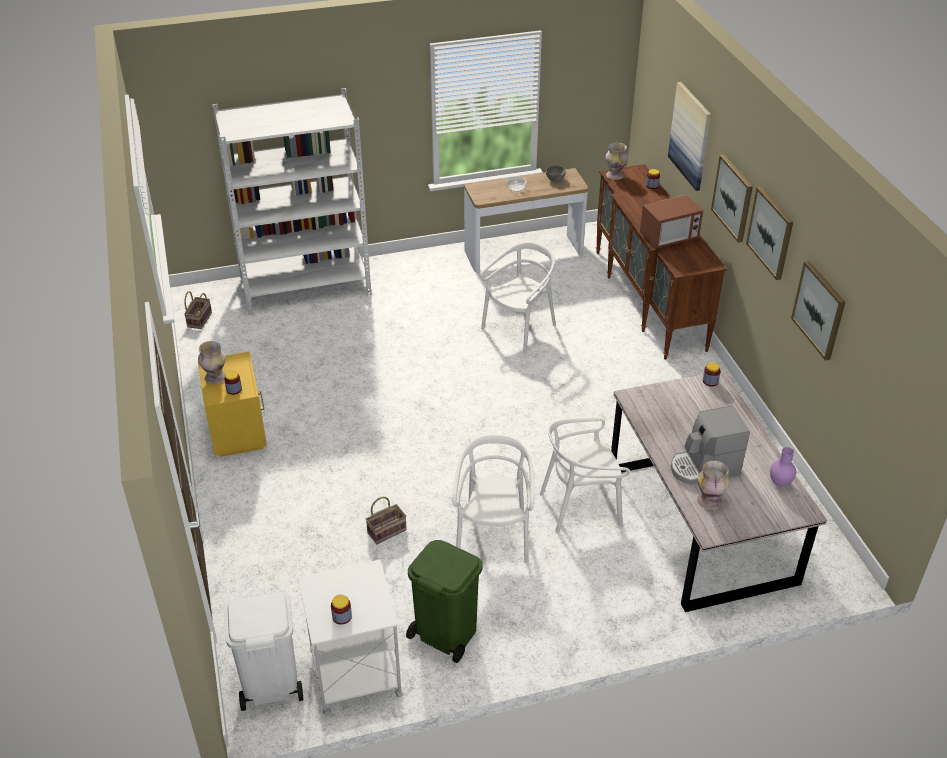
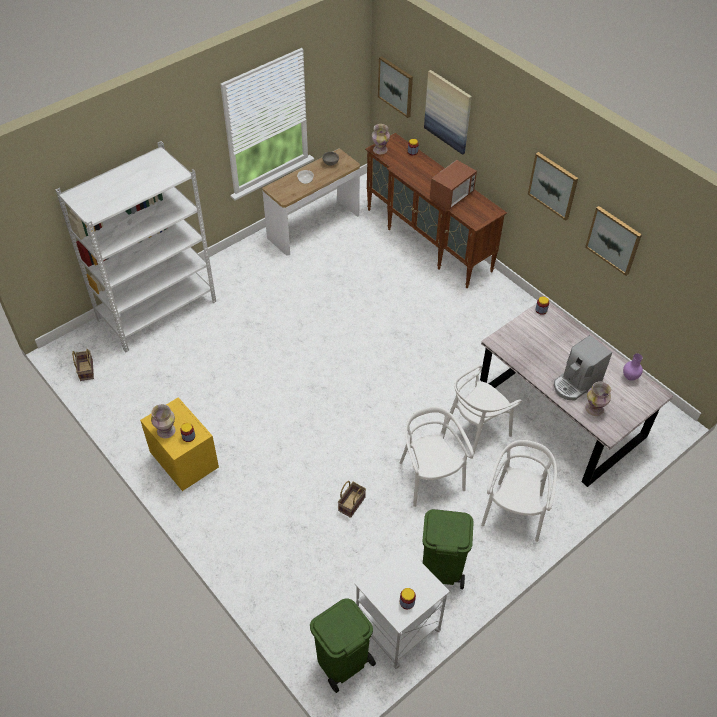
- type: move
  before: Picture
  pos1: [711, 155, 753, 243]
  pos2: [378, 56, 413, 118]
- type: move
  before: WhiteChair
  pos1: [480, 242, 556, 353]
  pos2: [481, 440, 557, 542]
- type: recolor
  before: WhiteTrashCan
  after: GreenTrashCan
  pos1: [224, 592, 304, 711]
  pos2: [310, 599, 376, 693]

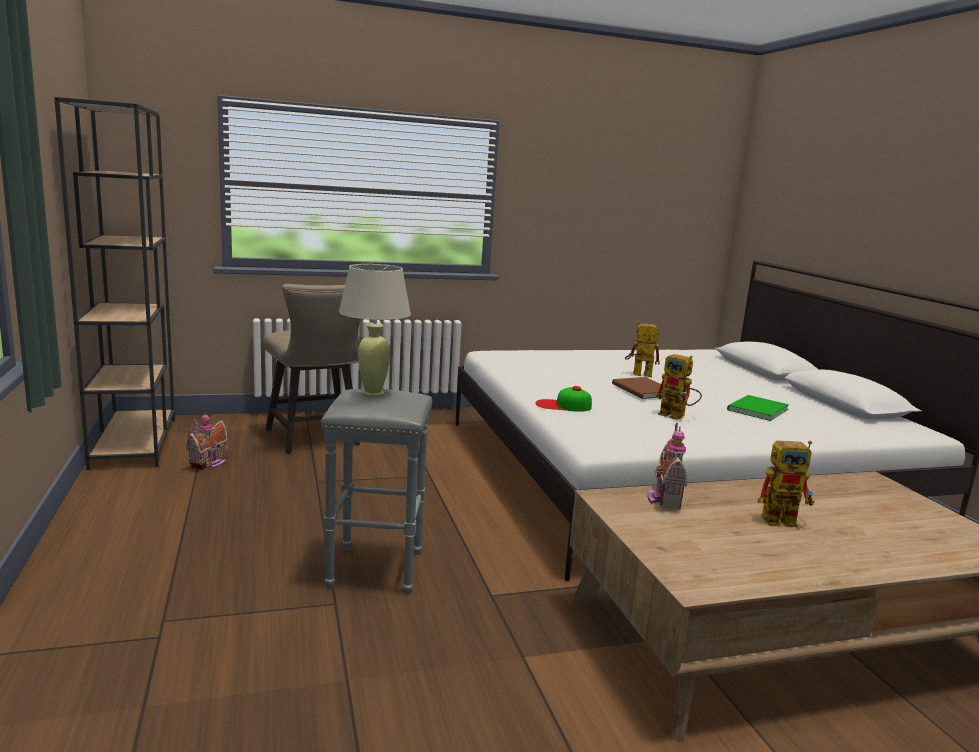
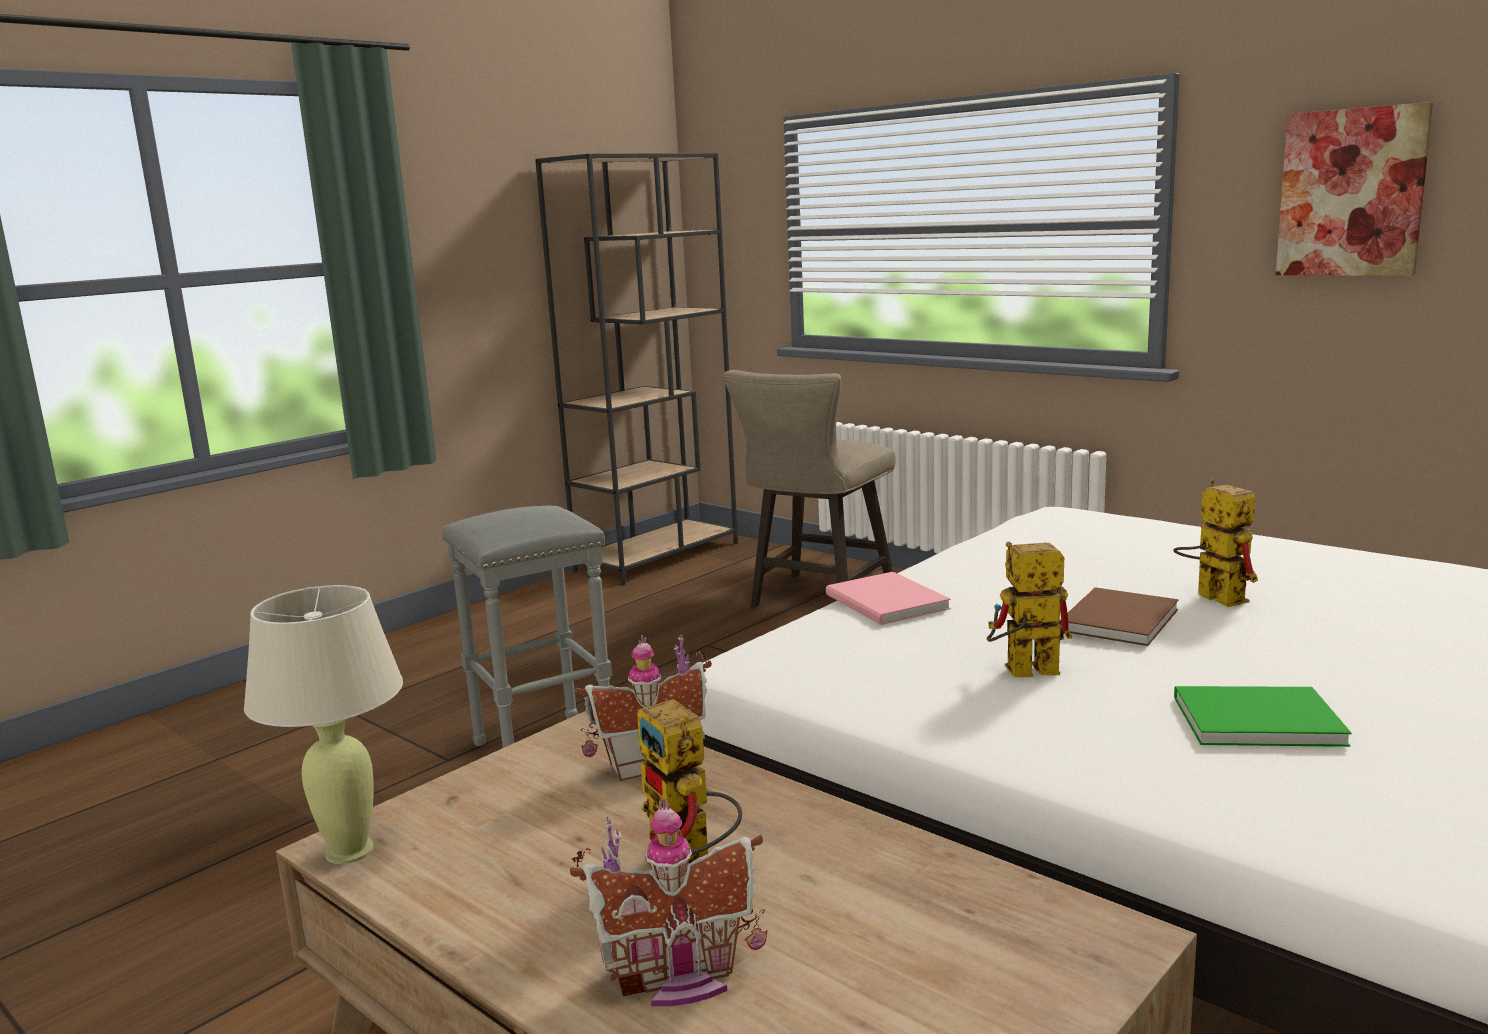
- type: move
  before: BeigeTableLamp
  pos1: [339, 264, 411, 396]
  pos2: [244, 585, 403, 864]
- type: rotate
  before: ToyRobot
  pos1: [655, 354, 702, 420]
  pos2: [987, 541, 1072, 677]
  turn: 75
- type: replace
  before: Cap
  after: PinkBook
  pos1: [535, 386, 592, 412]
  pos2: [826, 572, 951, 625]
- type: move
  before: ToyHouse
  pos1: [186, 412, 229, 470]
  pos2: [570, 798, 769, 1006]
- type: insert
  after: Picture
  pos2: [1276, 102, 1433, 276]

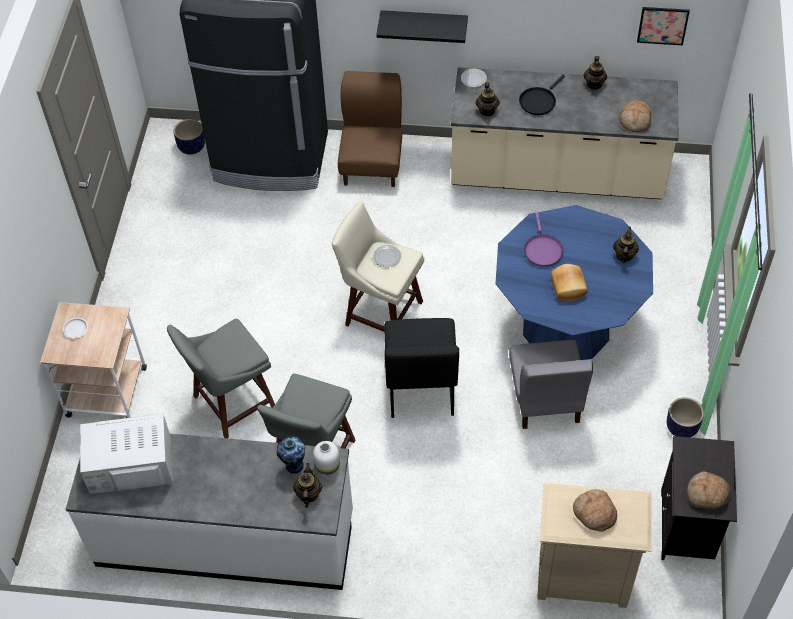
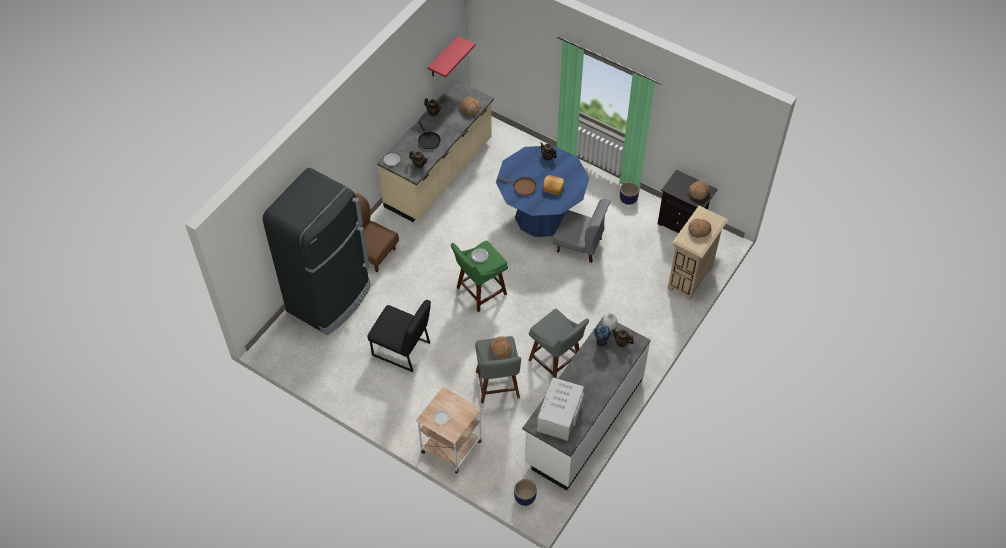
- type: replace
  before: Picture
  after: RedShelf
  pos1: [637, 7, 690, 45]
  pos2: [428, 36, 475, 77]
- type: delete
  before: BlackShelf
  pos1: [376, 10, 468, 43]
- type: move
  before: Planter
  pos1: [174, 119, 205, 155]
  pos2: [514, 479, 537, 506]
- type: recolor
  before: BeigeStool
  after: GreenStool
  pos1: [332, 202, 424, 332]
  pos2: [451, 240, 508, 312]
- type: recolor
  before: PurpleFryingPan
  after: BrownFryingPan
  pos1: [524, 212, 563, 267]
  pos2: [498, 177, 536, 195]
- type: move
  before: BlackChair
  pos1: [384, 318, 459, 418]
  pos2: [367, 300, 431, 372]
- type: insert
  after: Bread
  pos2: [489, 336, 512, 359]

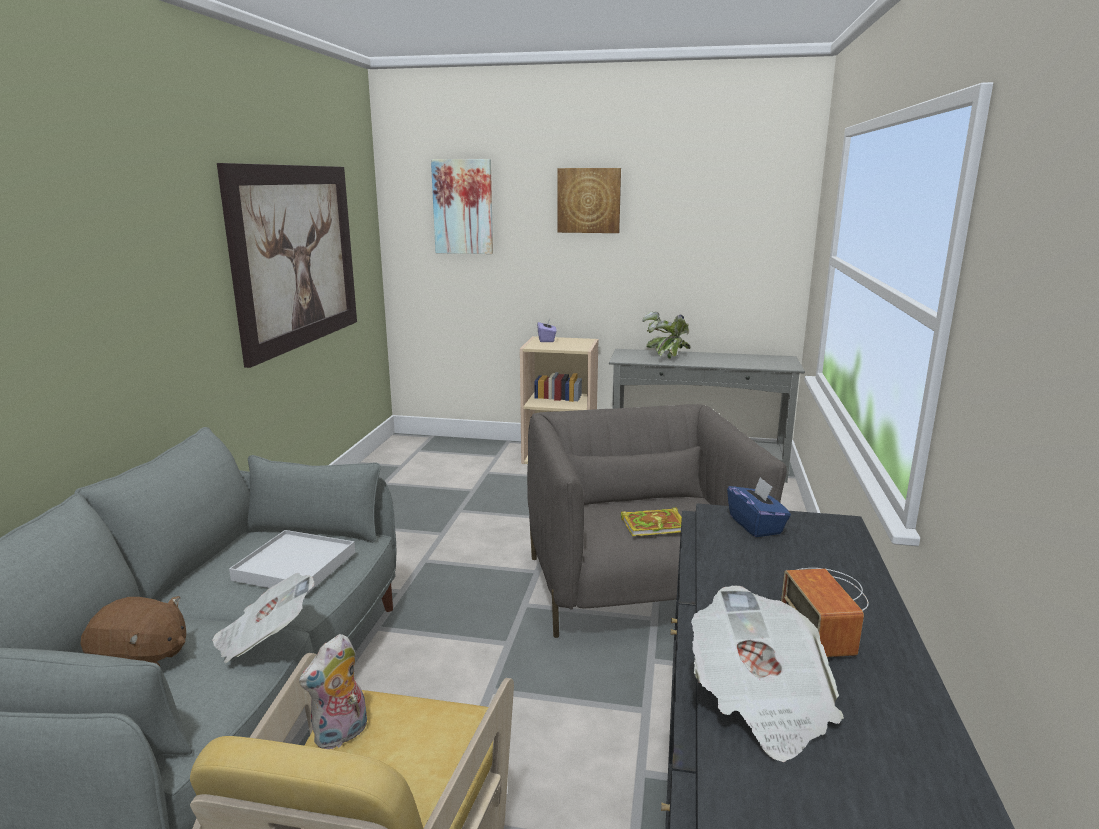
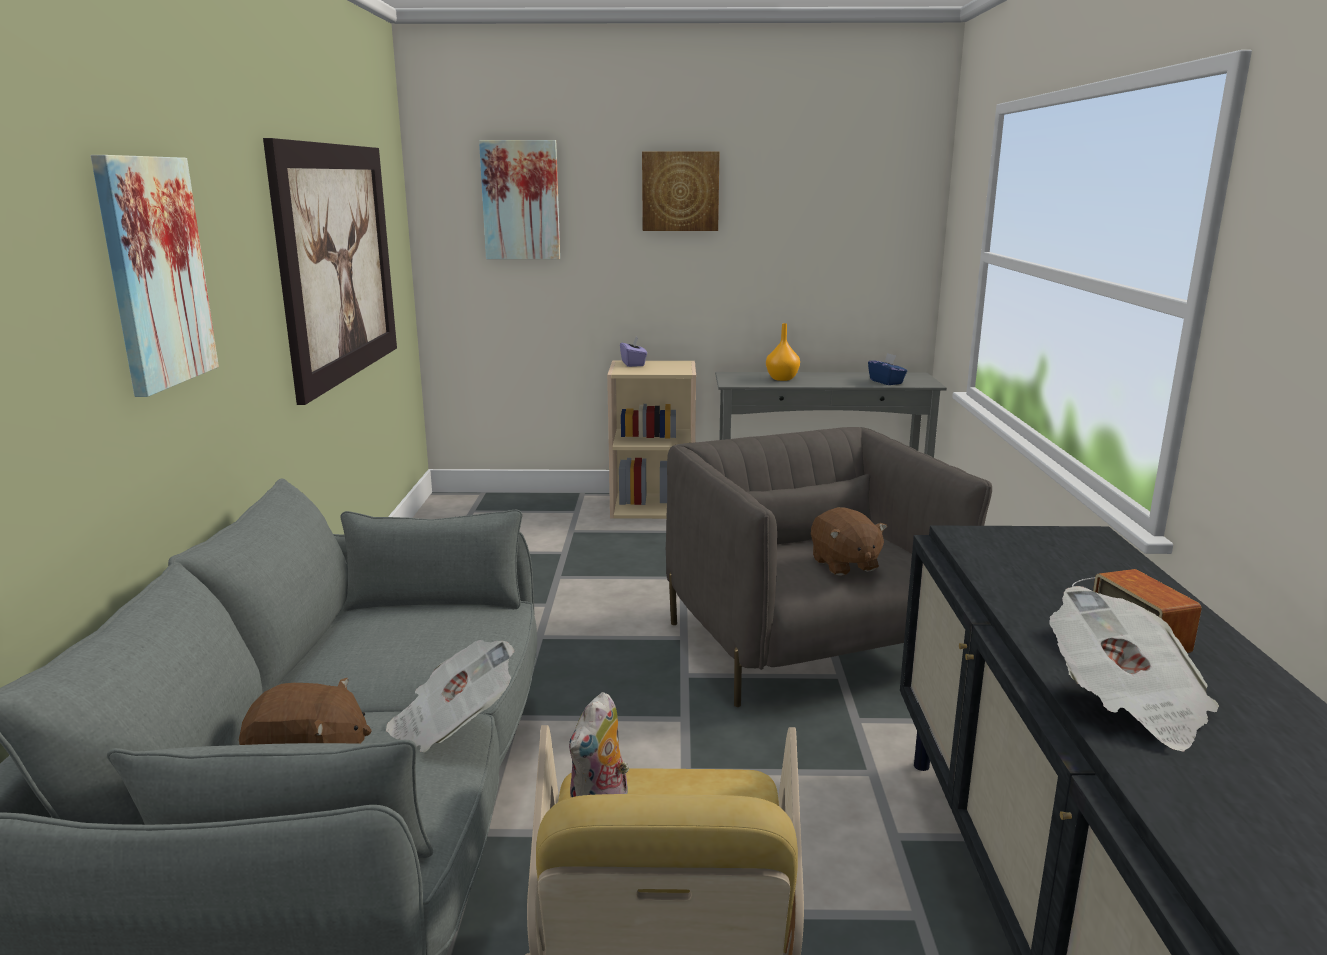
- type: replace
  before: PottedPlant
  after: OrangeVase
  pos1: [642, 312, 690, 359]
  pos2: [766, 323, 800, 381]
- type: move
  before: BlueTissueBox
  pos1: [727, 477, 791, 537]
  pos2: [868, 353, 907, 385]
- type: replace
  before: Book
  after: BrownPlushToy
  pos1: [621, 507, 682, 536]
  pos2: [811, 507, 887, 576]
- type: delete
  before: WhiteTray
  pos1: [229, 530, 355, 595]
- type: insert
  after: Picture
  pos2: [91, 155, 219, 397]

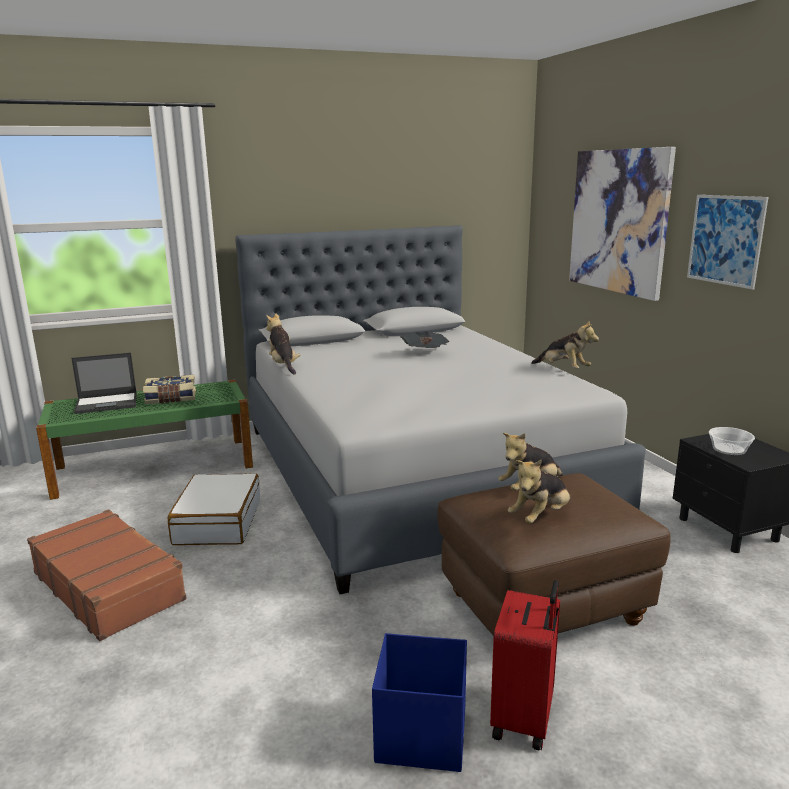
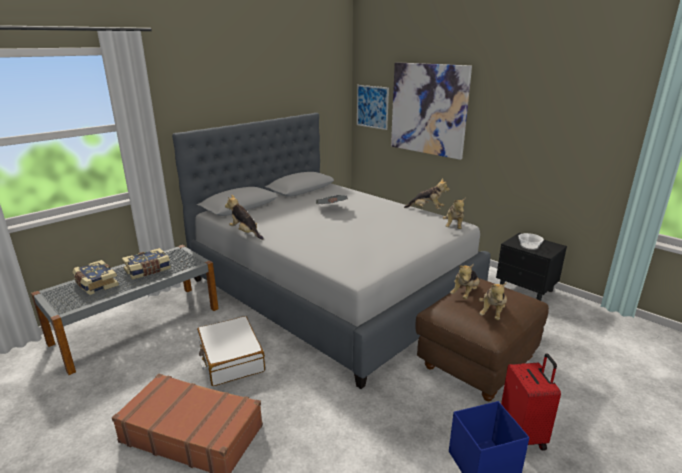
- type: move
  before: Picture
  pos1: [687, 195, 768, 290]
  pos2: [357, 85, 389, 130]
- type: replace
  before: Laptop
  after: Book
  pos1: [71, 353, 137, 414]
  pos2: [72, 260, 119, 295]
- type: recolor
  before: GreenBench
  after: GreyBench
  pos1: [36, 380, 253, 500]
  pos2: [31, 245, 219, 375]
- type: insert
  after: PlushToy
  pos2: [442, 197, 466, 229]

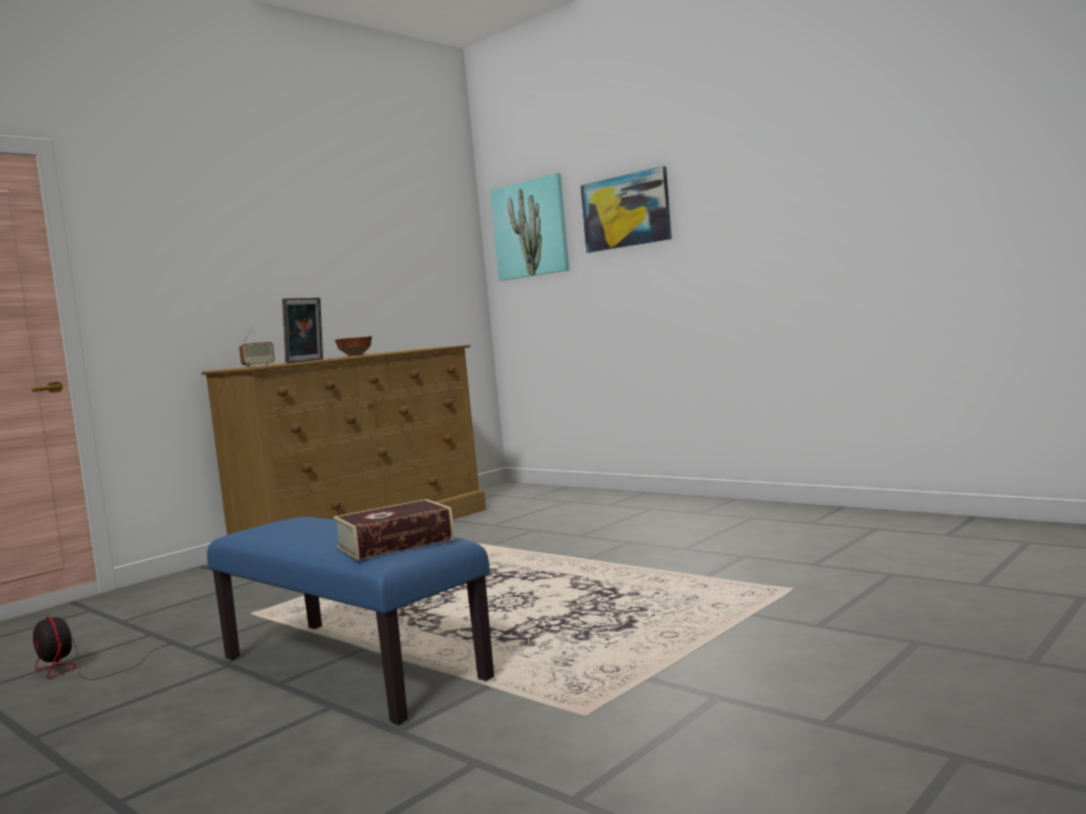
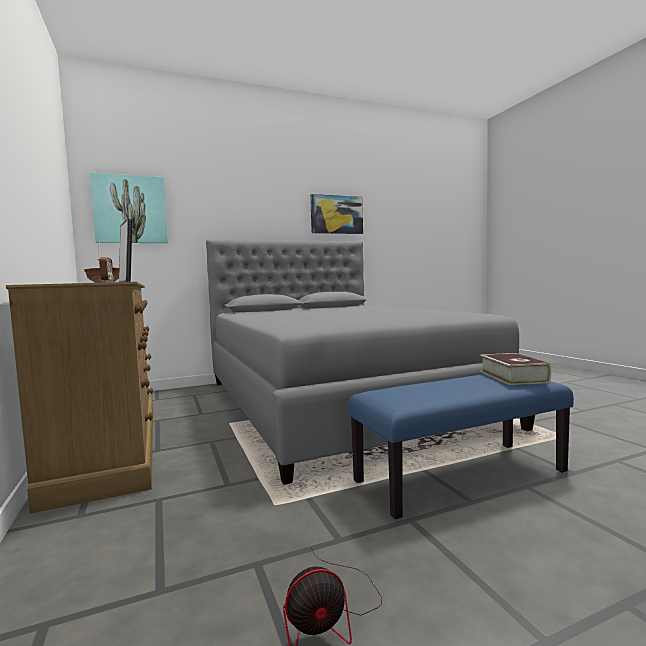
- type: move
  before: Picture
  pos1: [580, 166, 672, 253]
  pos2: [310, 194, 363, 234]
- type: insert
  after: GreyBed
  pos2: [206, 240, 537, 485]

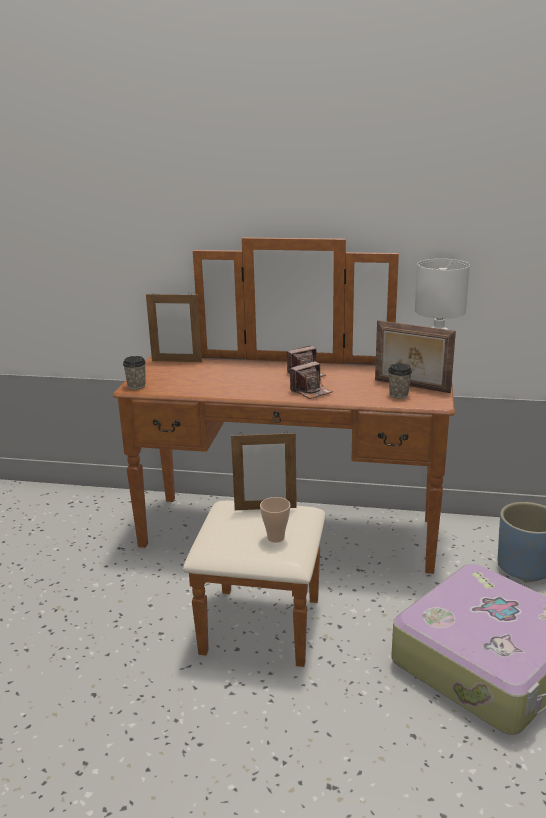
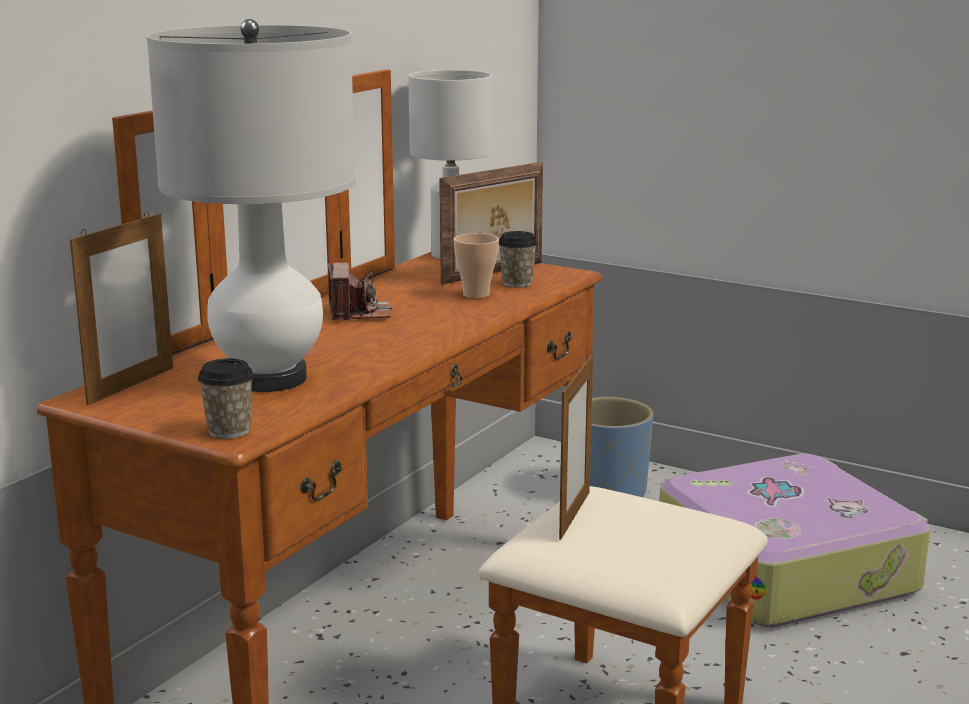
- type: delete
  before: PhotoCamera
  pos1: [290, 361, 333, 399]
- type: move
  before: Cup
  pos1: [260, 497, 290, 543]
  pos2: [453, 233, 499, 299]
- type: insert
  after: WhiteTableLamp
  pos2: [147, 19, 356, 392]

